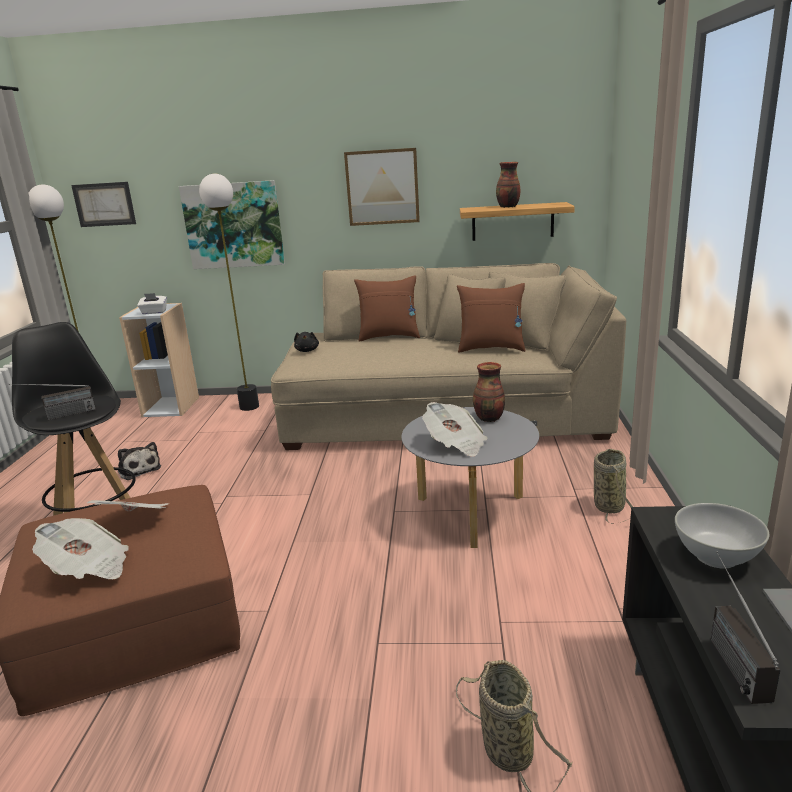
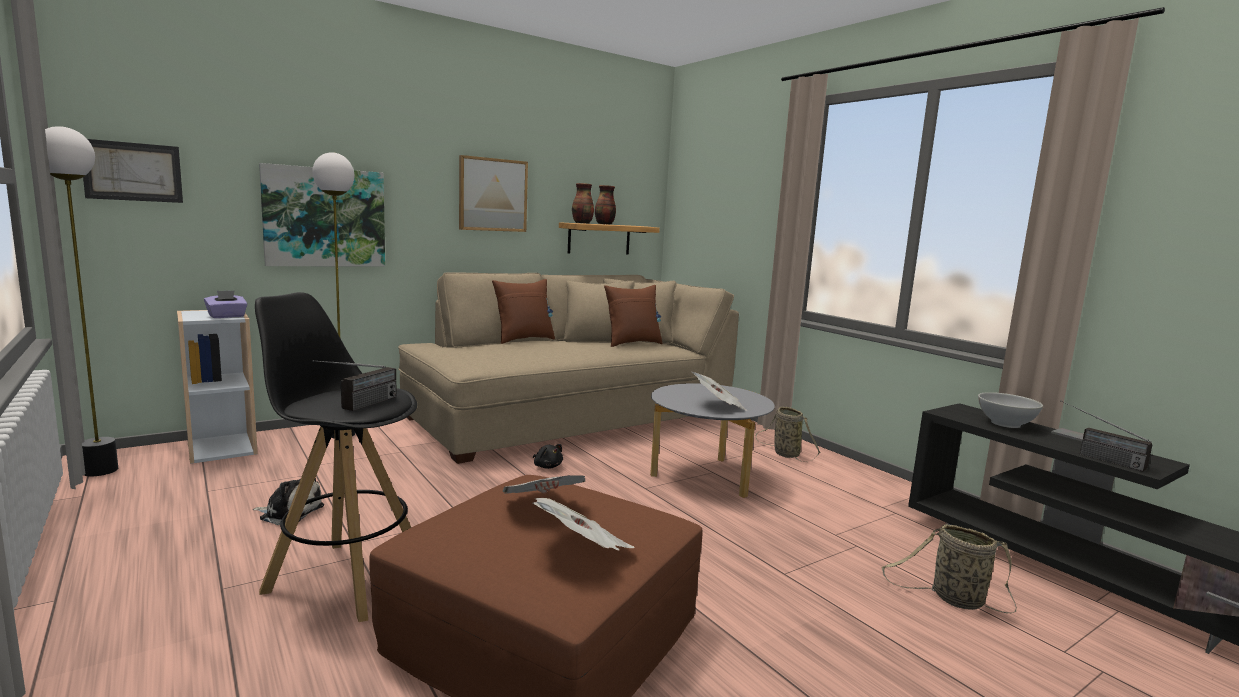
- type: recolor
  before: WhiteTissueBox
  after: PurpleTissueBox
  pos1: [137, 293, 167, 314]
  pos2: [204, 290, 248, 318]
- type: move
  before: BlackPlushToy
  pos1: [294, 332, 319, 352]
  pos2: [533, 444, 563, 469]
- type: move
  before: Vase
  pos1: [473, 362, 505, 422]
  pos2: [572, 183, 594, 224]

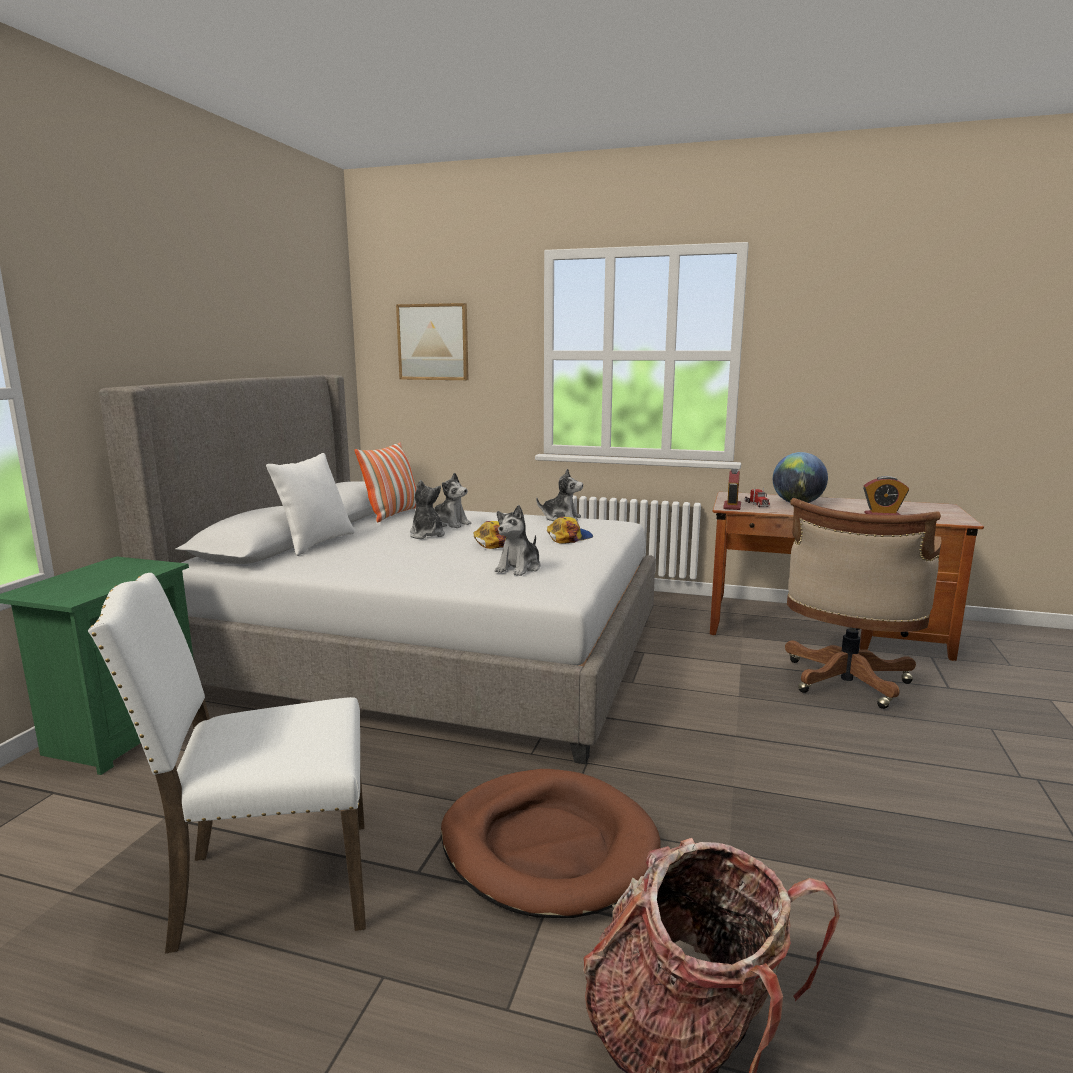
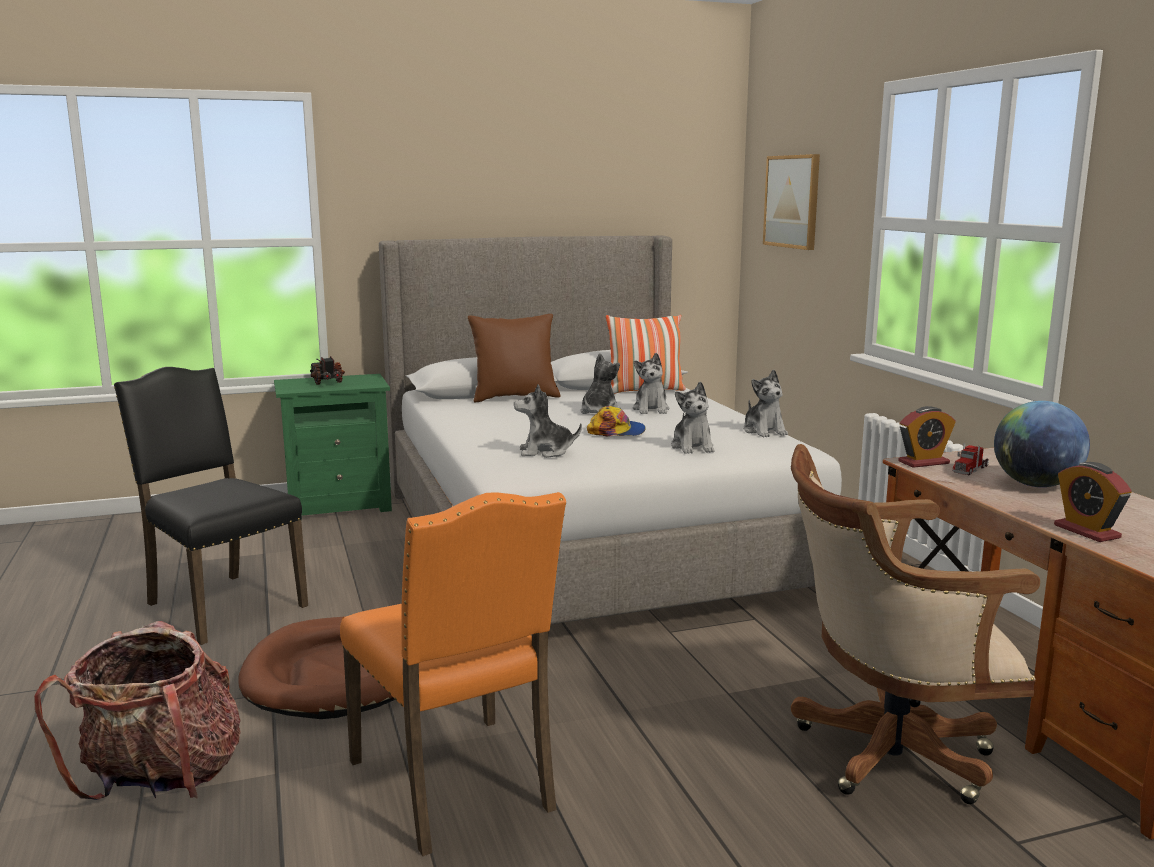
- type: recolor
  before: WhitePillow
  after: BrownPillow
  pos1: [266, 453, 355, 556]
  pos2: [468, 314, 561, 402]
- type: replace
  before: Cap
  after: PlushToy
  pos1: [547, 517, 593, 543]
  pos2: [671, 382, 714, 454]
- type: recolor
  before: WhiteChair
  after: BlackChair
  pos1: [88, 573, 366, 953]
  pos2: [114, 367, 308, 645]
- type: insert
  after: ToyTruck
  pos2: [310, 356, 345, 385]
- type: insert
  after: OrangeChair
  pos2: [340, 492, 566, 856]

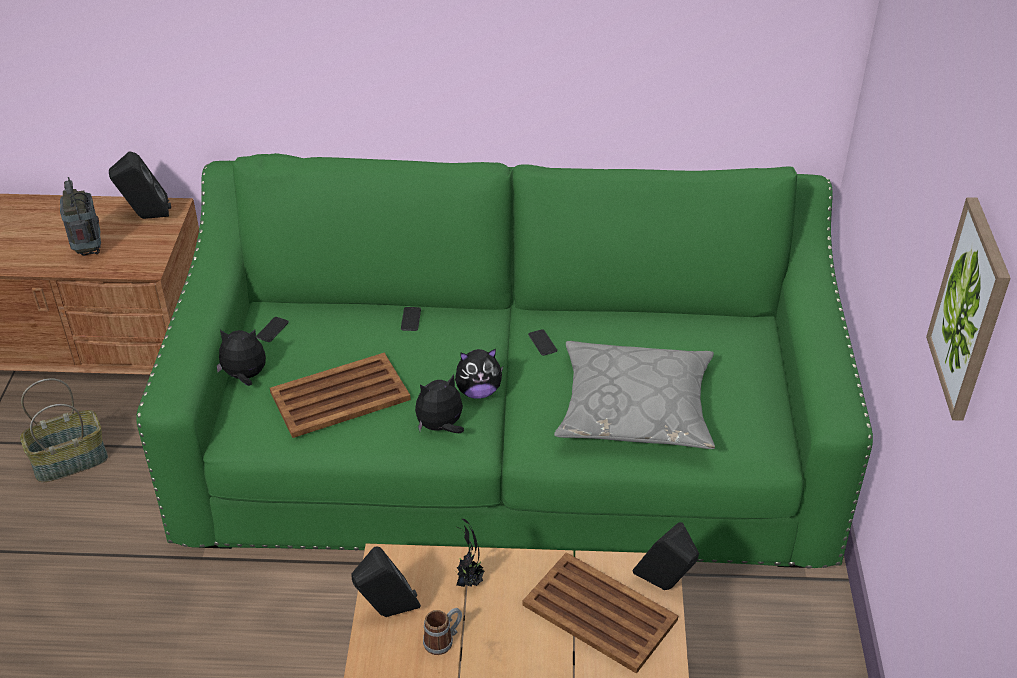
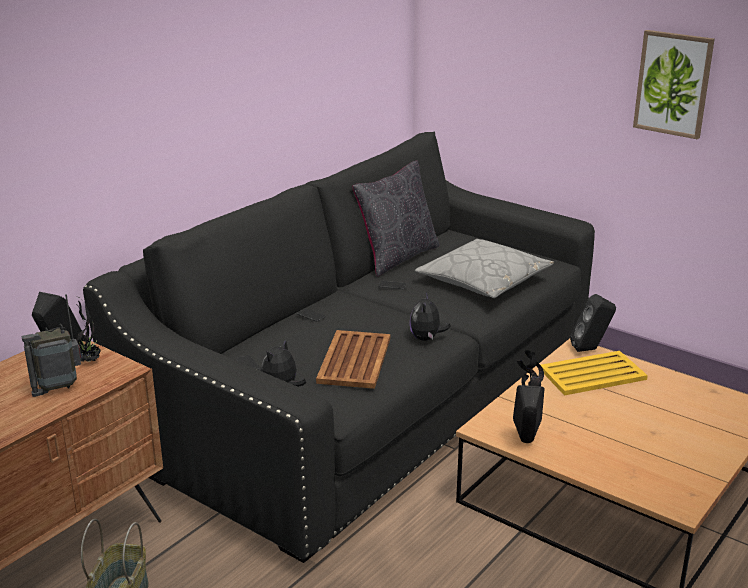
- type: recolor
  before: GreenSofa
  after: BlackSofa
  pos1: [136, 153, 873, 569]
  pos2: [83, 132, 595, 563]
- type: rotate
  before: Radio
  pos1: [60, 177, 101, 256]
  pos2: [22, 294, 82, 397]
  turn: -45
- type: delete
  before: PlushToy
  pos1: [455, 349, 504, 399]
- type: recolor
  before: BrownTray
  after: YellowTray
  pos1: [523, 552, 678, 674]
  pos2: [541, 351, 648, 395]
- type: delete
  before: Mug
  pos1: [423, 608, 462, 655]
- type: insert
  after: BlackPillow
  pos2: [353, 160, 440, 277]
- type: insert
  after: PottedPlant
  pos2: [77, 298, 101, 362]

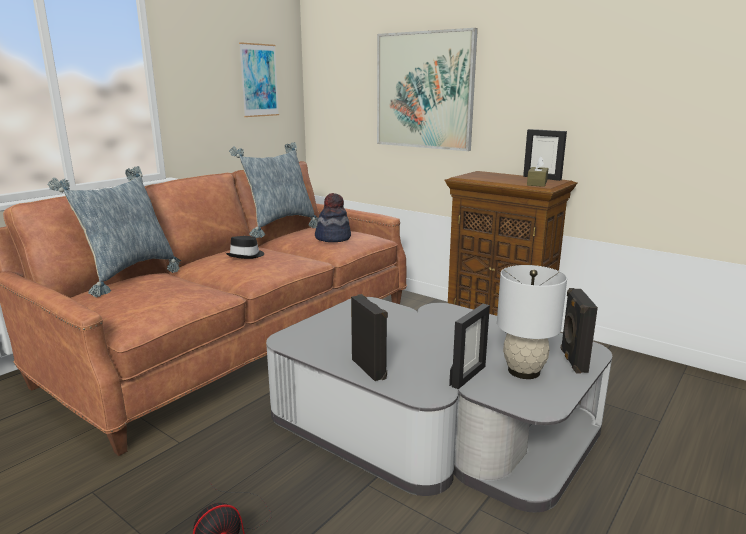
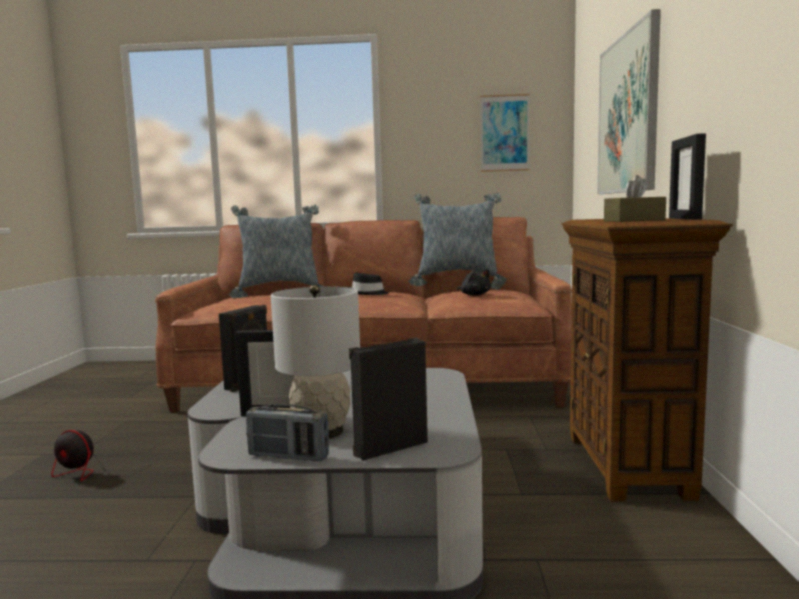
- type: replace
  before: Hat
  after: BlackPlushToy
  pos1: [315, 193, 351, 242]
  pos2: [457, 269, 491, 296]
- type: insert
  after: Radio
  pos2: [246, 404, 329, 461]

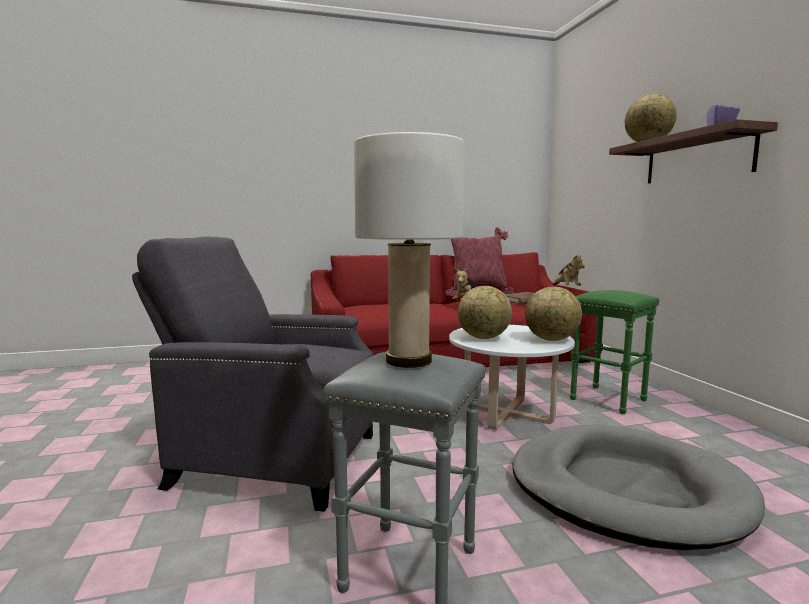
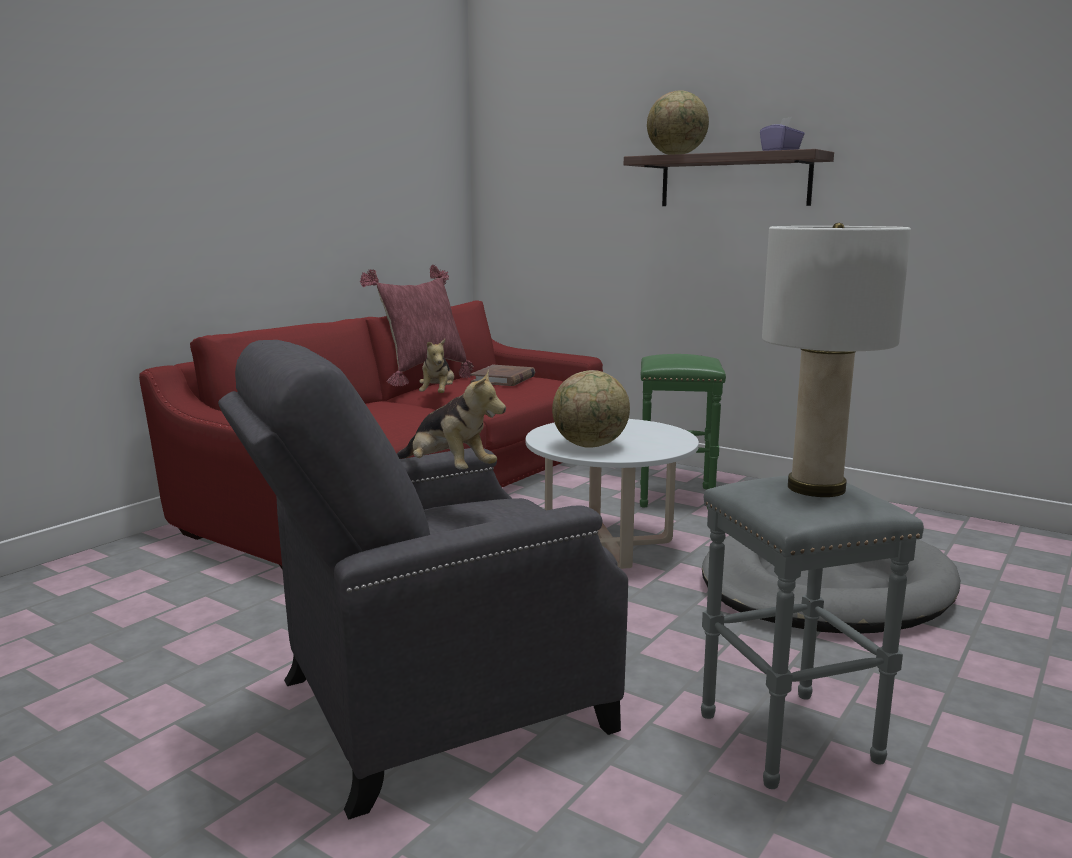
- type: move
  before: PlushToy
  pos1: [553, 254, 585, 286]
  pos2: [397, 369, 506, 469]
- type: delete
  before: Globe
  pos1: [525, 287, 582, 341]

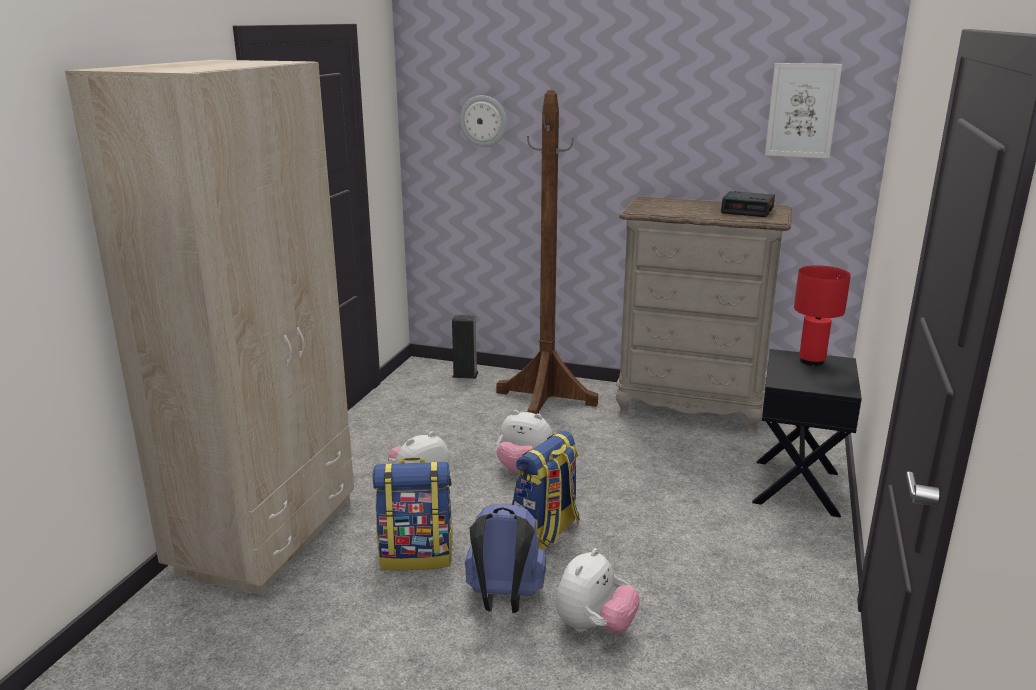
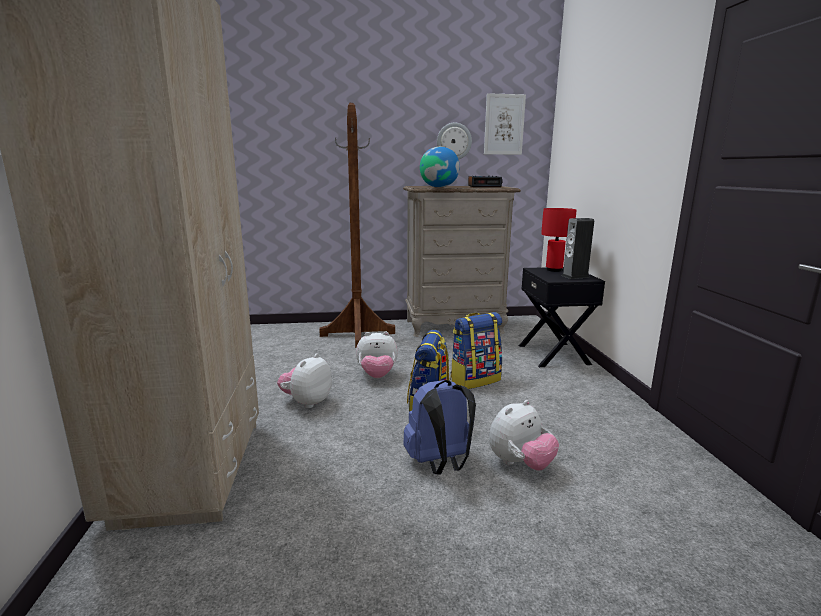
- type: move
  before: WallClock
  pos1: [460, 95, 507, 147]
  pos2: [437, 123, 472, 160]
- type: move
  before: Speaker
  pos1: [452, 315, 479, 379]
  pos2: [561, 218, 594, 279]
- type: move
  before: Backpack
  pos1: [372, 457, 453, 570]
  pos2: [450, 312, 502, 389]
- type: rotate
  before: PlushToy
  pos1: [556, 548, 640, 634]
  pos2: [489, 400, 559, 471]
  turn: 45
- type: insert
  after: Globe
  pos2: [420, 147, 460, 187]

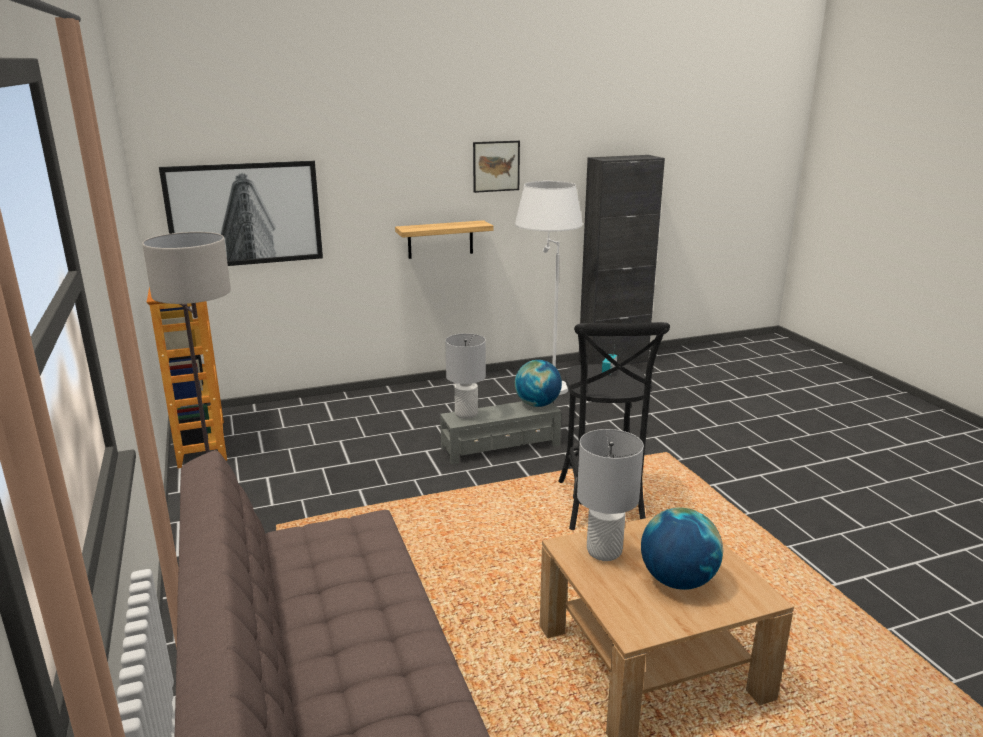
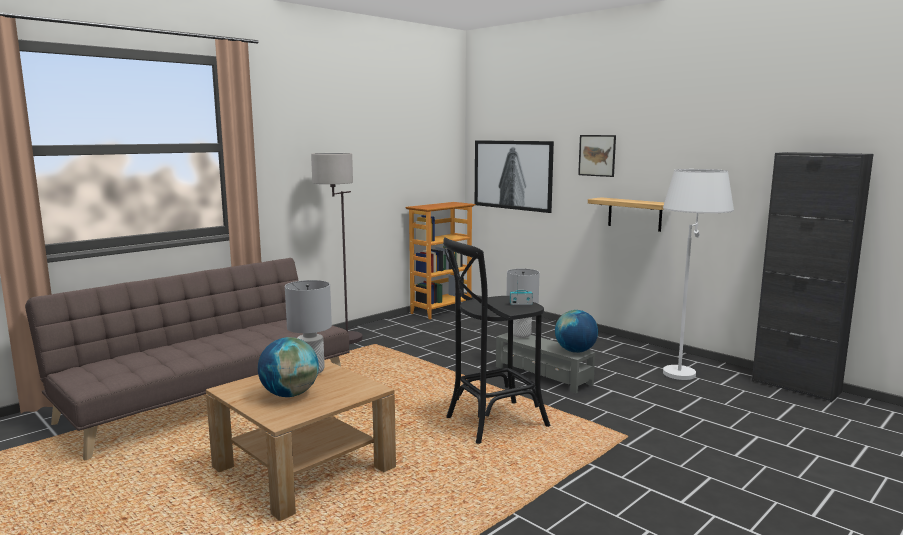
- type: move
  before: Picture
  pos1: [473, 141, 520, 193]
  pos2: [578, 135, 616, 177]

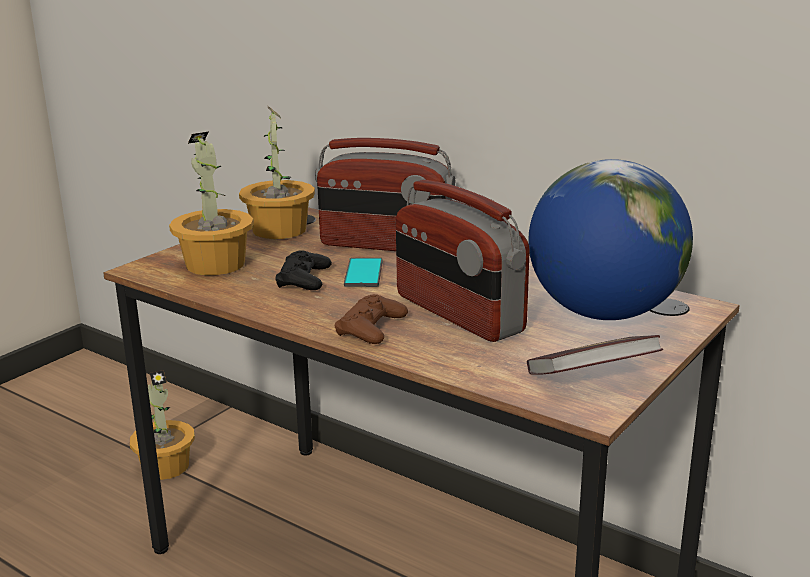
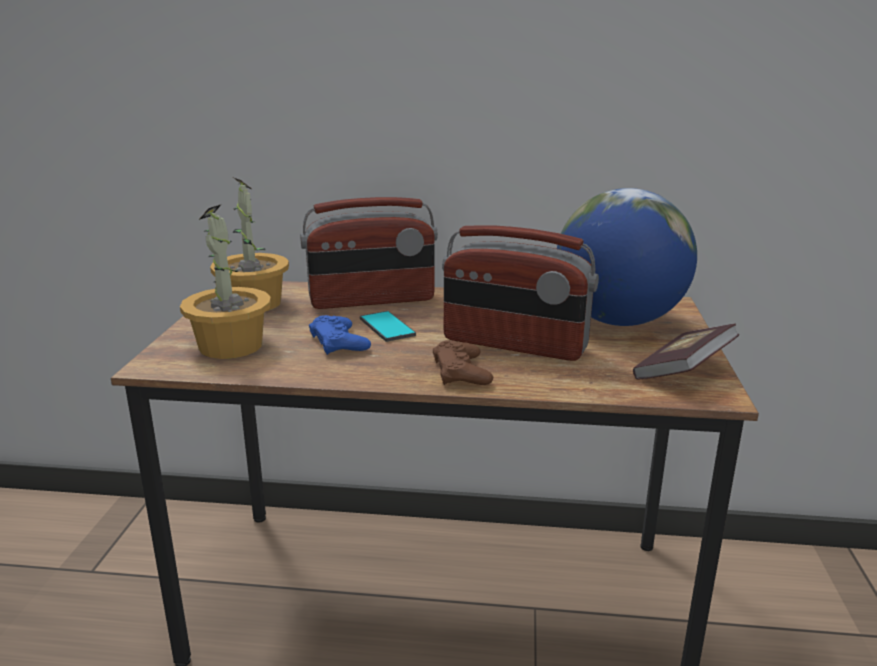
- type: recolor
  before: BlackGameController
  after: BlueGameController
  pos1: [276, 250, 332, 290]
  pos2: [309, 315, 371, 355]
- type: delete
  before: PottedPlant
  pos1: [130, 370, 195, 480]

